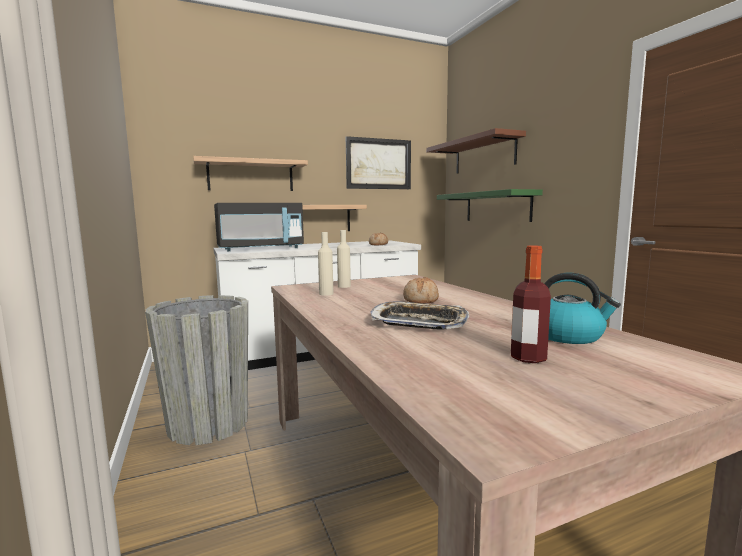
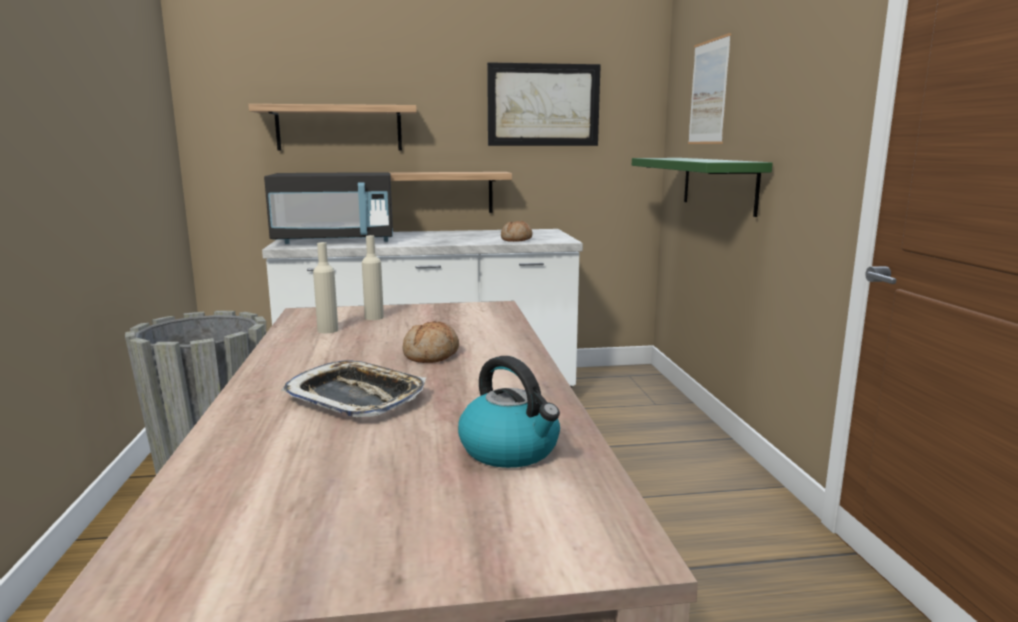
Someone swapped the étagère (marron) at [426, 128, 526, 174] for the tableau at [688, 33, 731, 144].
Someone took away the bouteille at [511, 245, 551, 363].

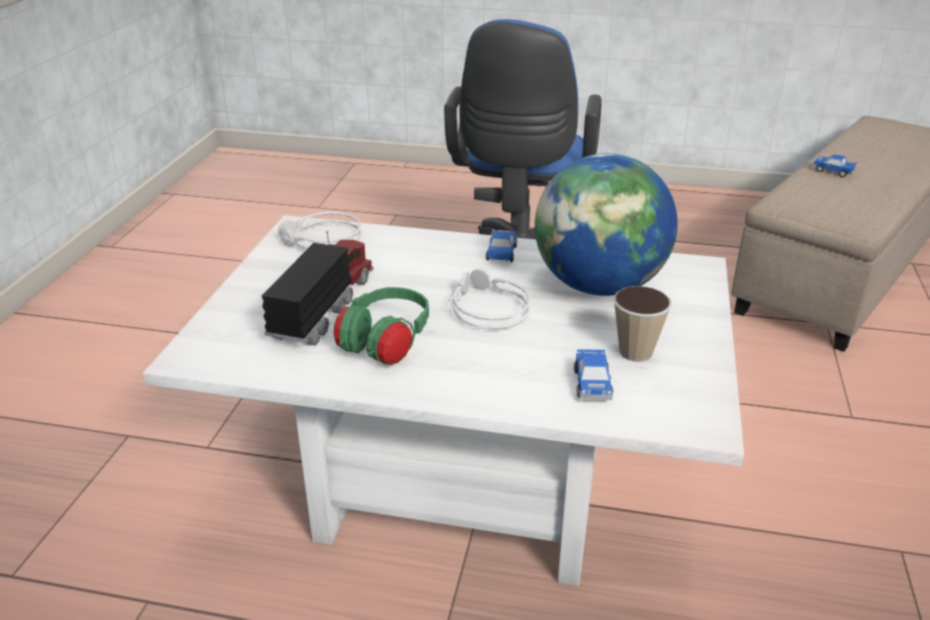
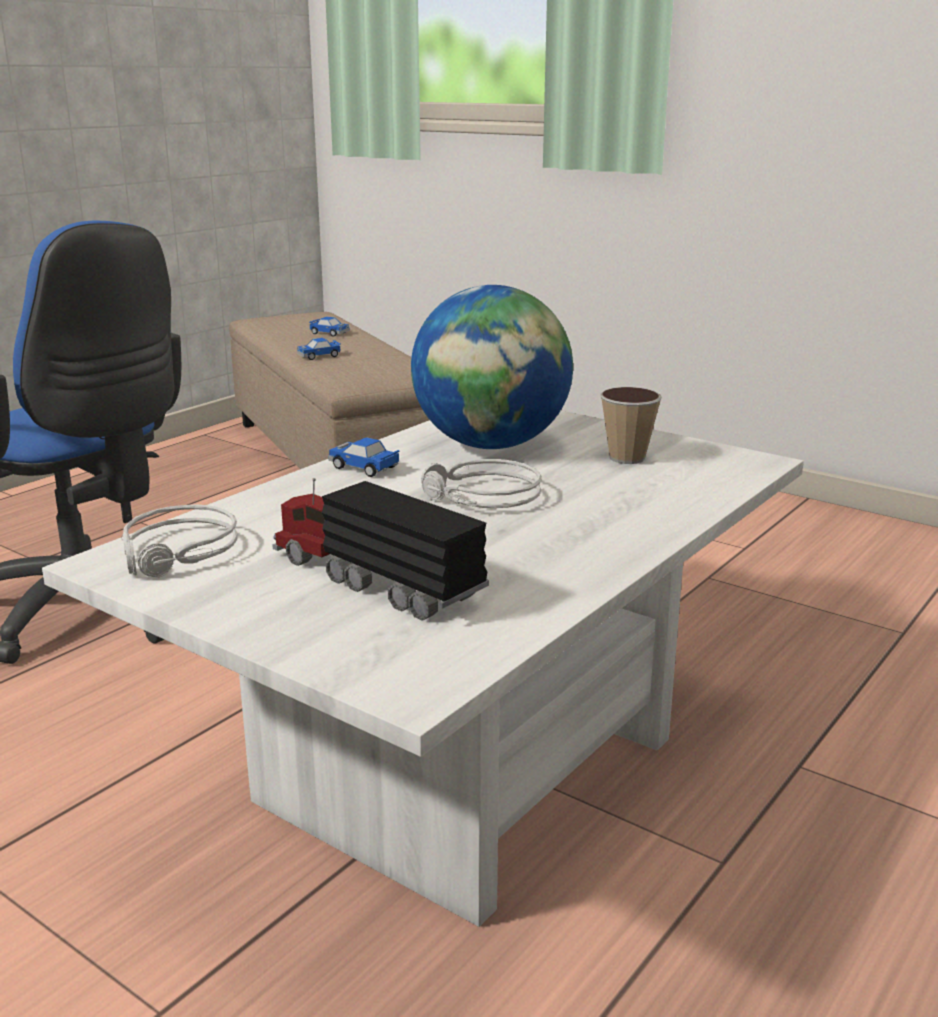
Someone carried the petite voiture from [574, 349, 613, 400] to [309, 317, 350, 337].
Someone took away the casque audio (vert) at [334, 287, 429, 365].

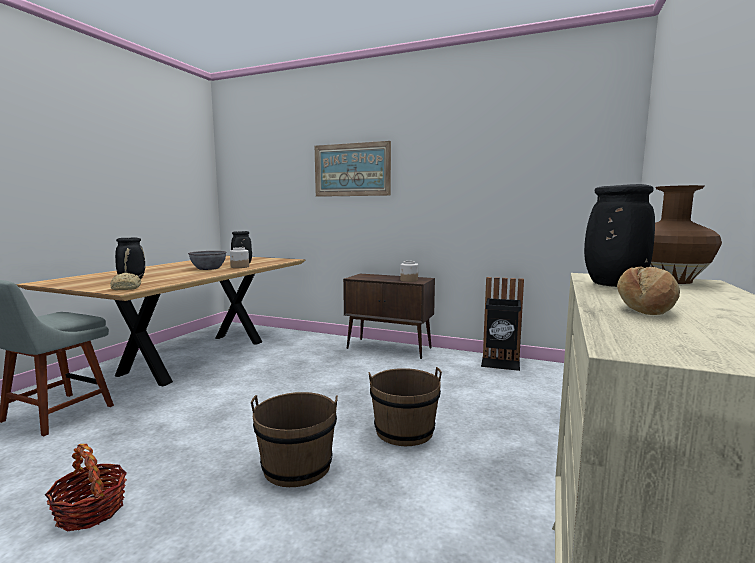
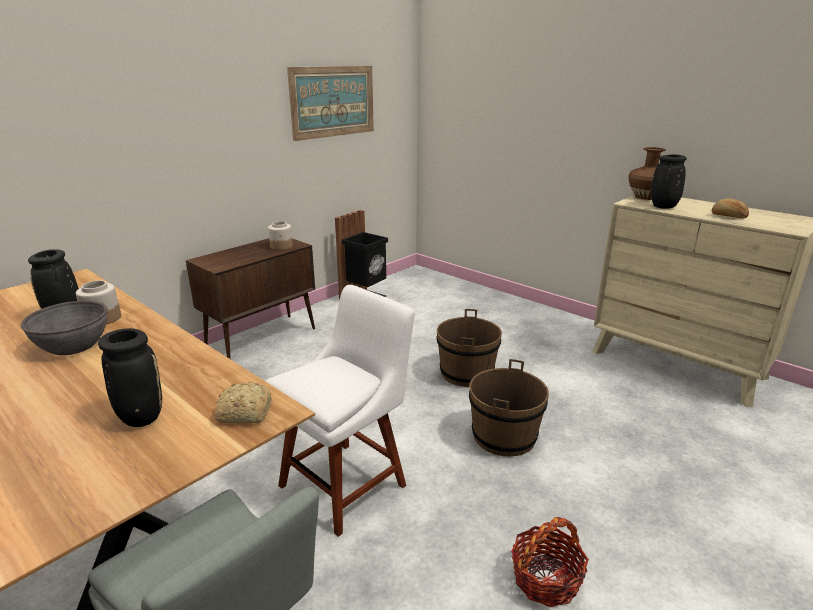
Someone put down the chaise (blanc) at [266, 285, 415, 537].
Someone carried the tableau from [315, 141, 391, 197] to [287, 66, 374, 141].

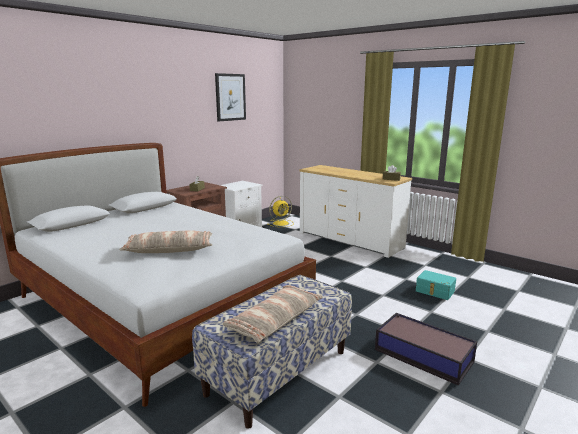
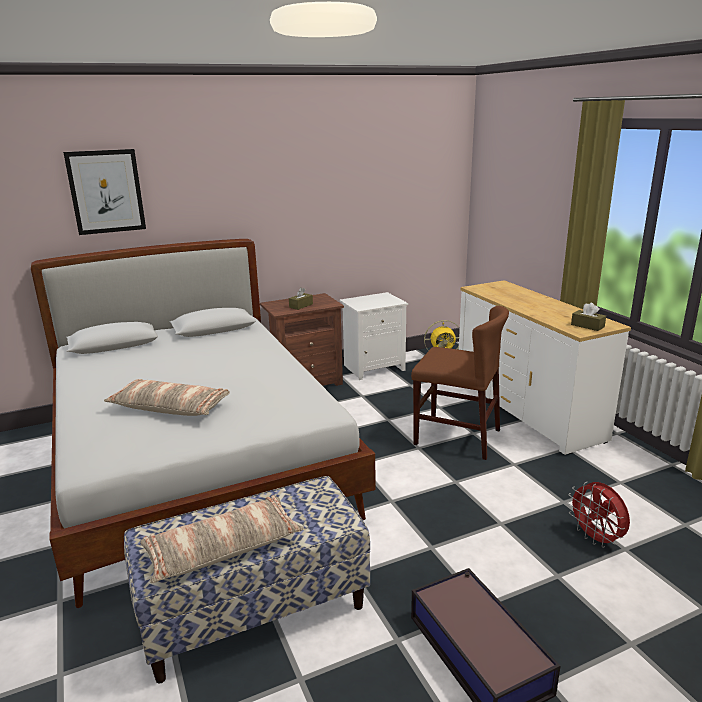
Someone carried the tableau from [215, 73, 246, 121] to [63, 149, 146, 235].
Someone put down the chaise (marron) at [411, 306, 509, 460].
Someone swapped the boîte de rangement (turquoise) at [416, 270, 456, 300] for the ventilateur (rouge) at [567, 482, 630, 548].

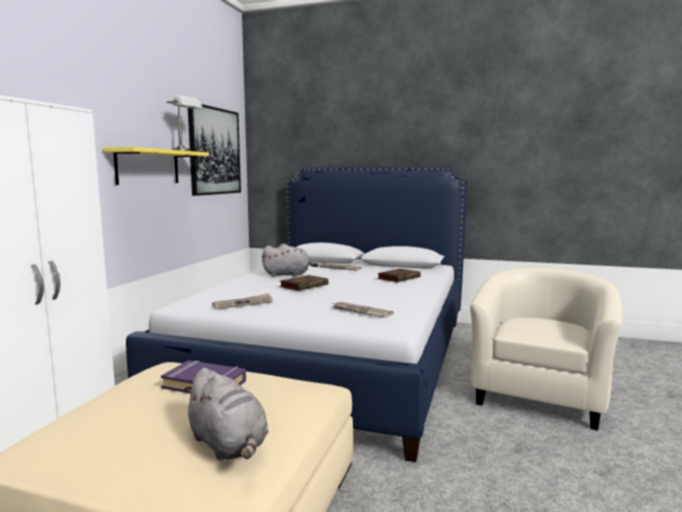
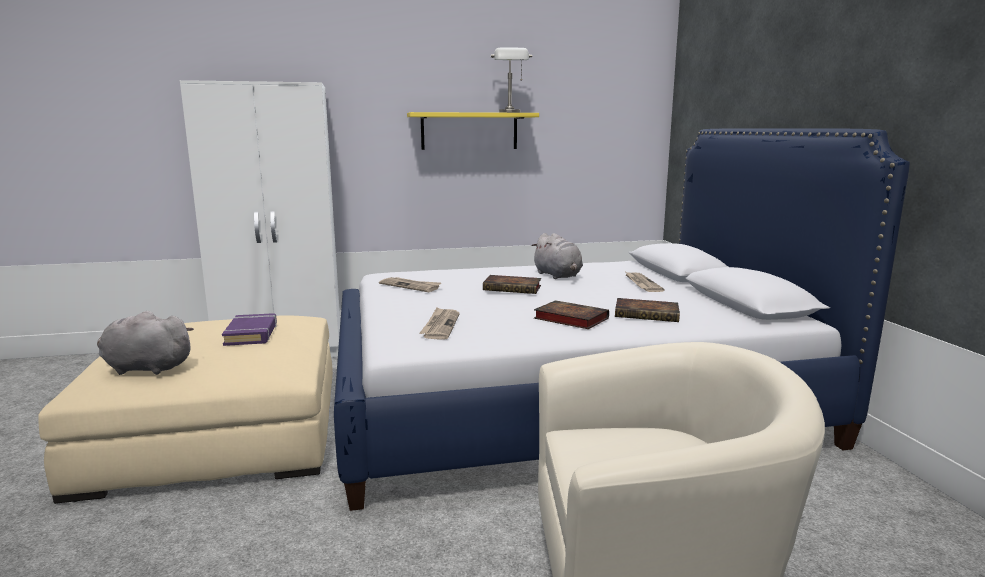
Someone rotated the peluche (gris) at [183, 368, 268, 461] by 75 degrees clockwise.
Someone put down the livre at [534, 300, 609, 329].
Someone took away the tableau at [188, 104, 241, 196].

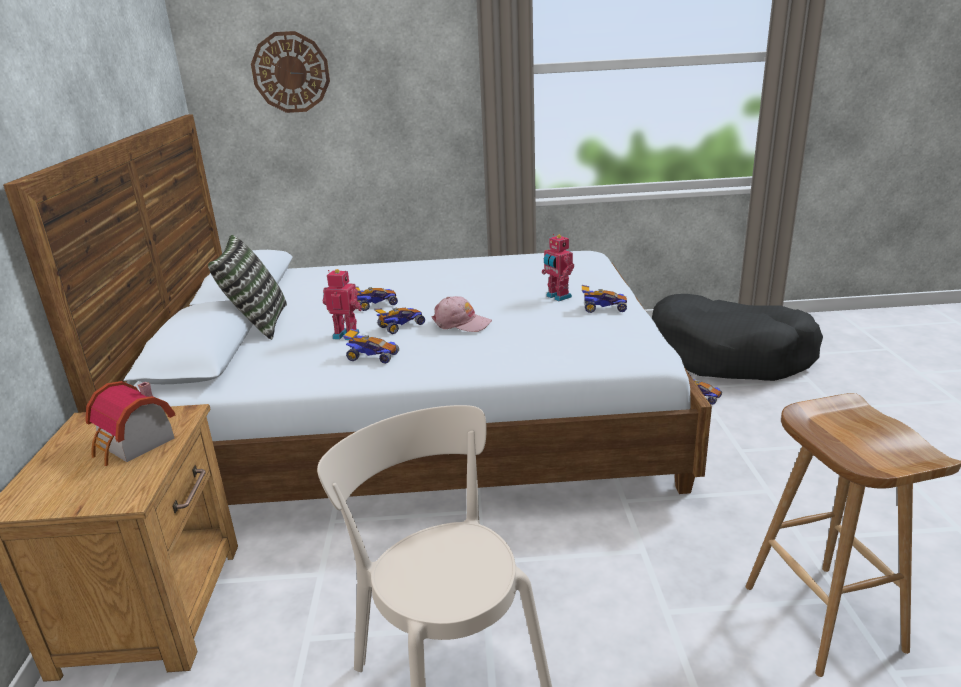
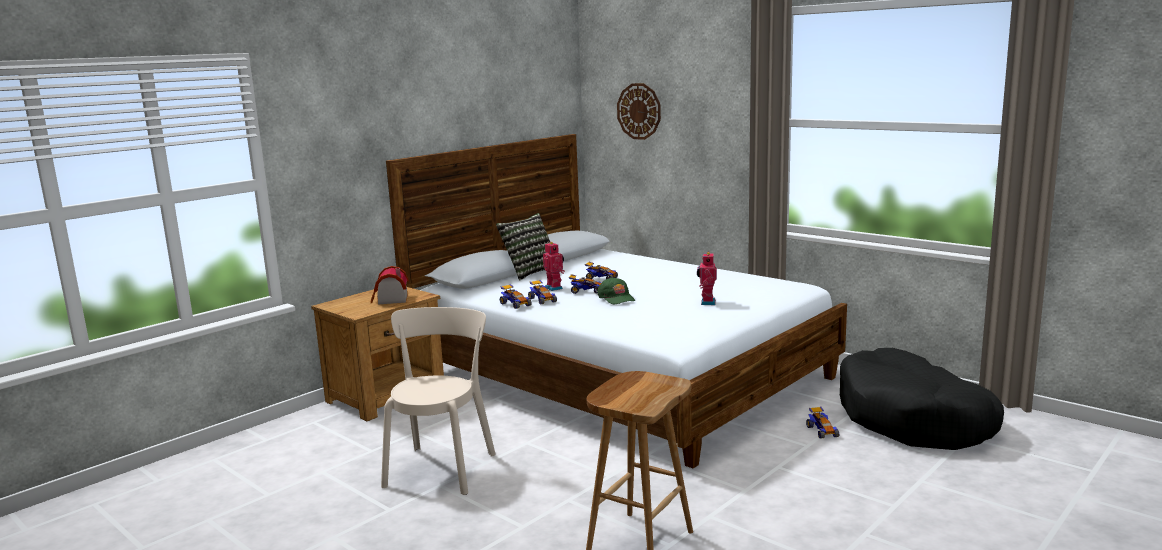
Someone carried the petite voiture from [582, 285, 627, 313] to [500, 284, 532, 309].
Someone repainted the casquette (rose) at [432, 296, 492, 332], which became the casquette (vert) at [597, 277, 635, 305].

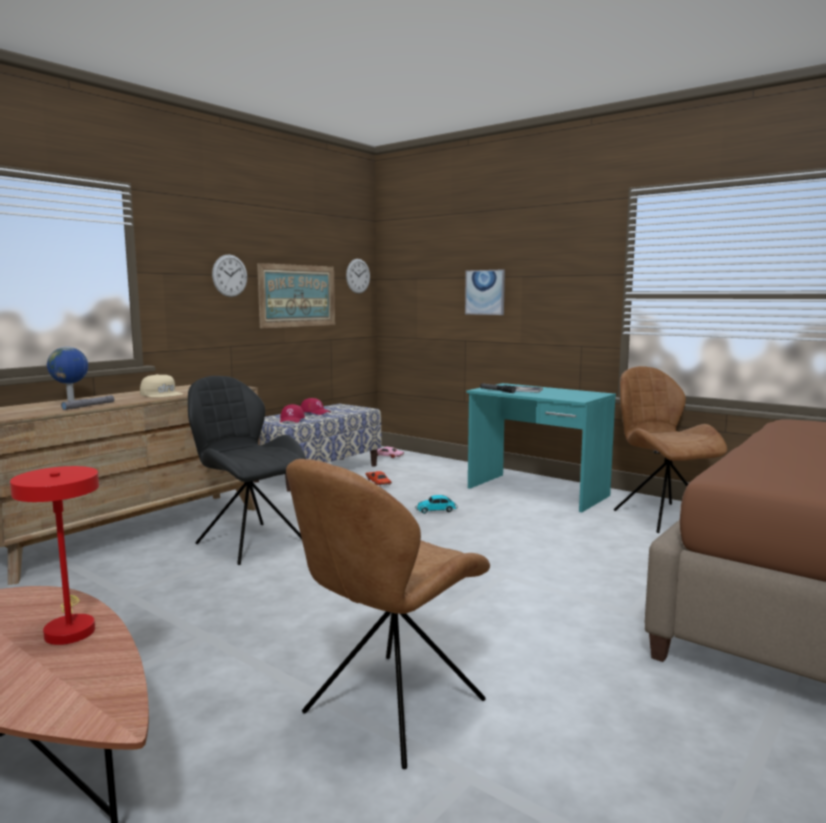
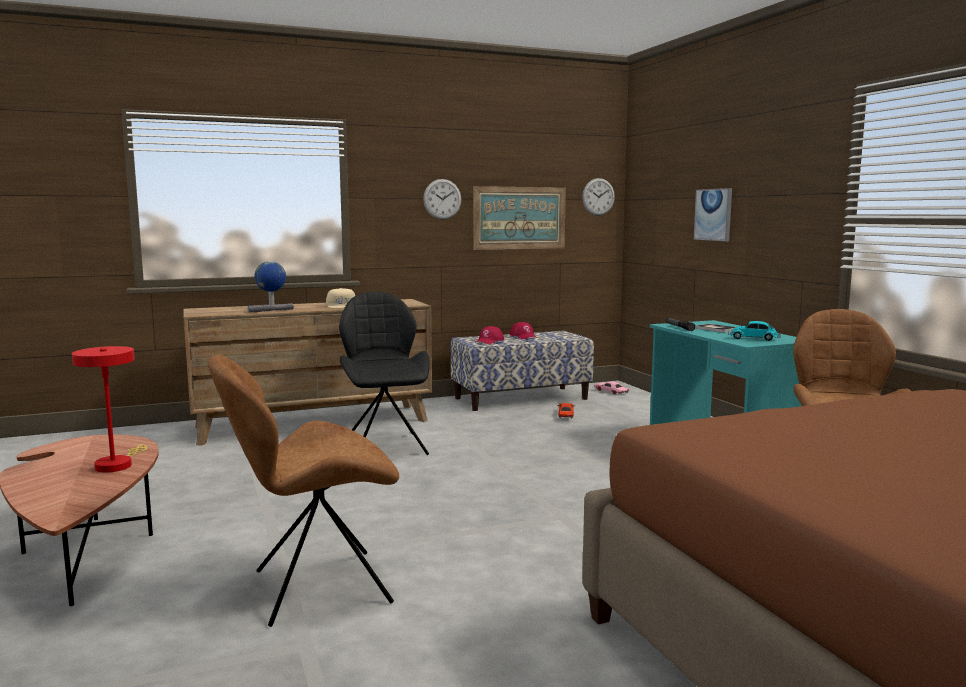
Someone carried the petite voiture from [415, 495, 458, 514] to [728, 321, 781, 341].

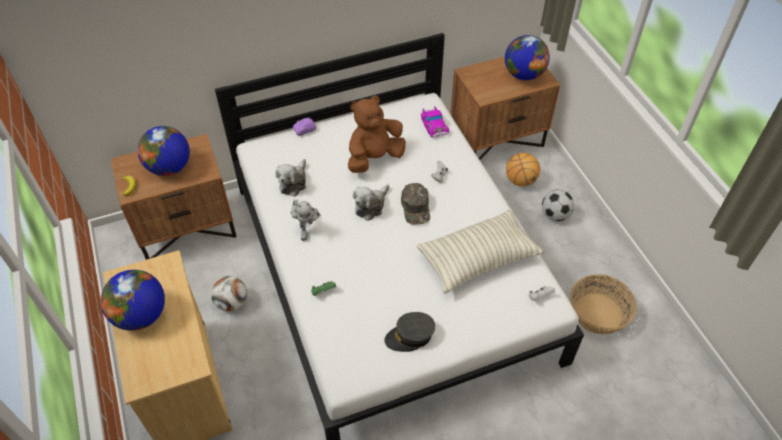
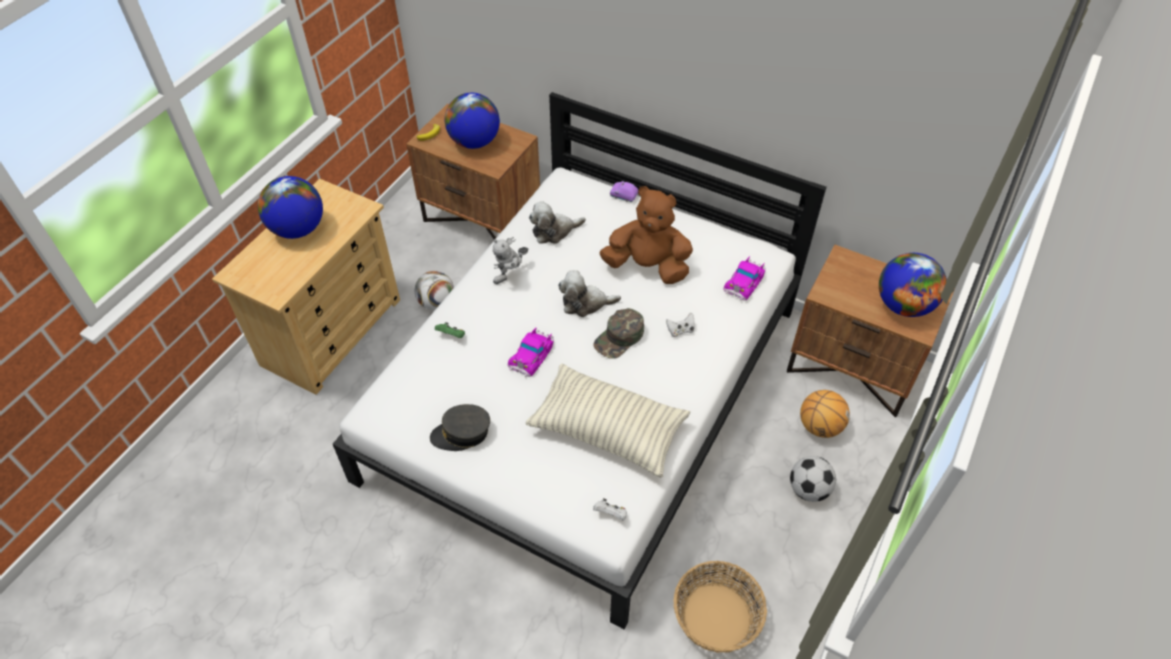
Someone rotated the casquette (gris) at [384, 312, 435, 352] by 45 degrees counterclockwise.
Someone put down the petite voiture at [508, 327, 554, 377].

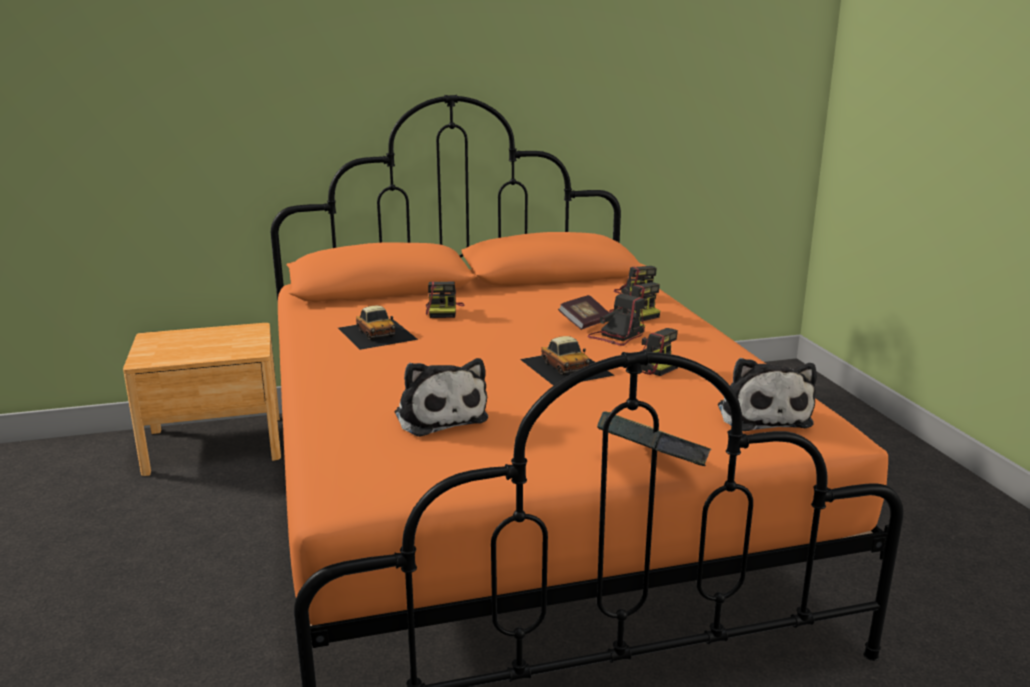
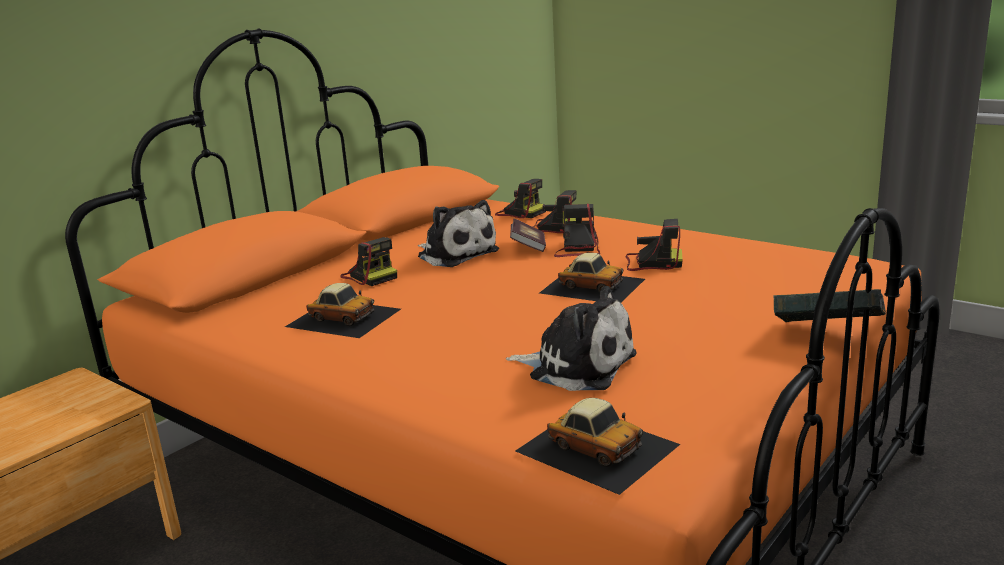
Someone carried the peluche from [718, 358, 817, 431] to [418, 200, 499, 267].
Someone put down the petite voiture at [516, 398, 680, 495].

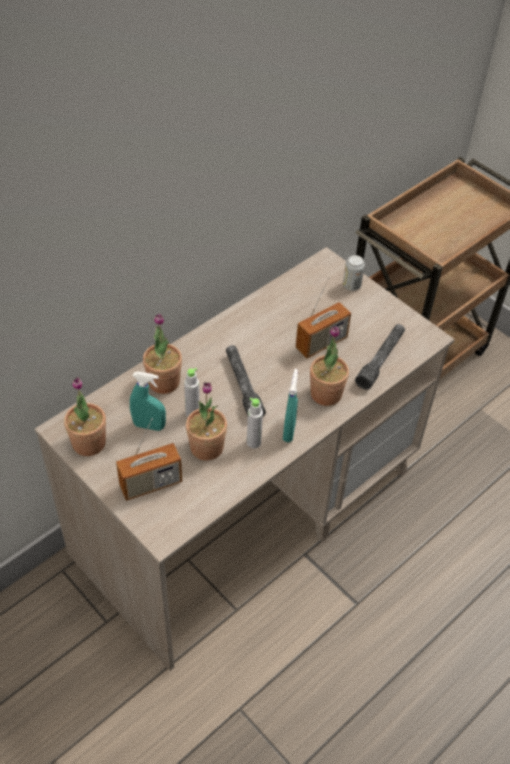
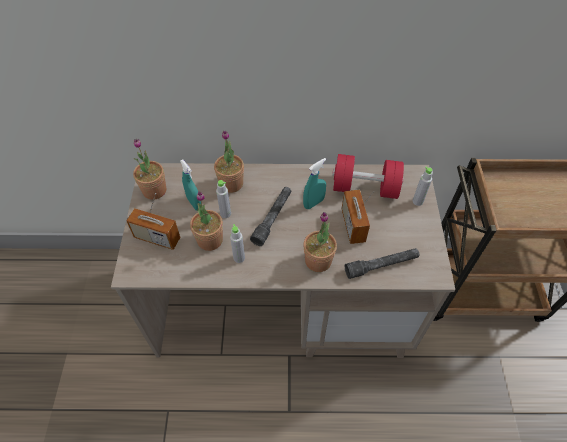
Someone carried the vaporisateur (turquoise) from [283, 369, 298, 442] to [303, 158, 326, 209].
Someone put down the haltère (rouge) at [332, 154, 404, 199].
Someone rotated the radio at [295, 277, 351, 358] by 75 degrees clockwise.
Someone swapped the boîte métallique at [343, 255, 365, 291] for the bouteille (gris) at [413, 167, 433, 206].

